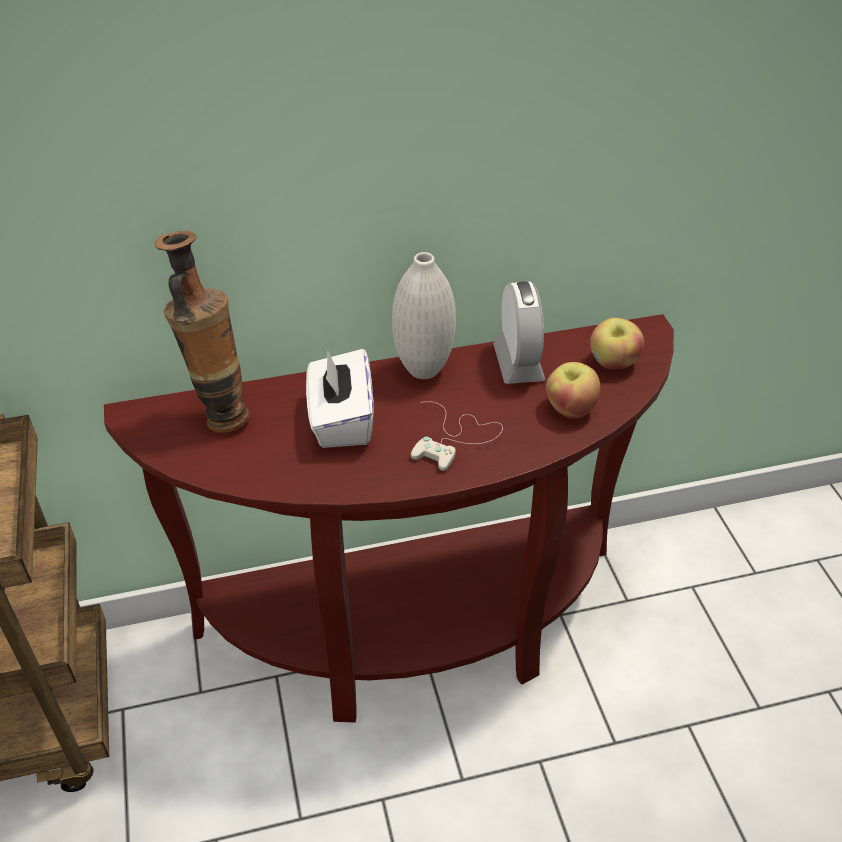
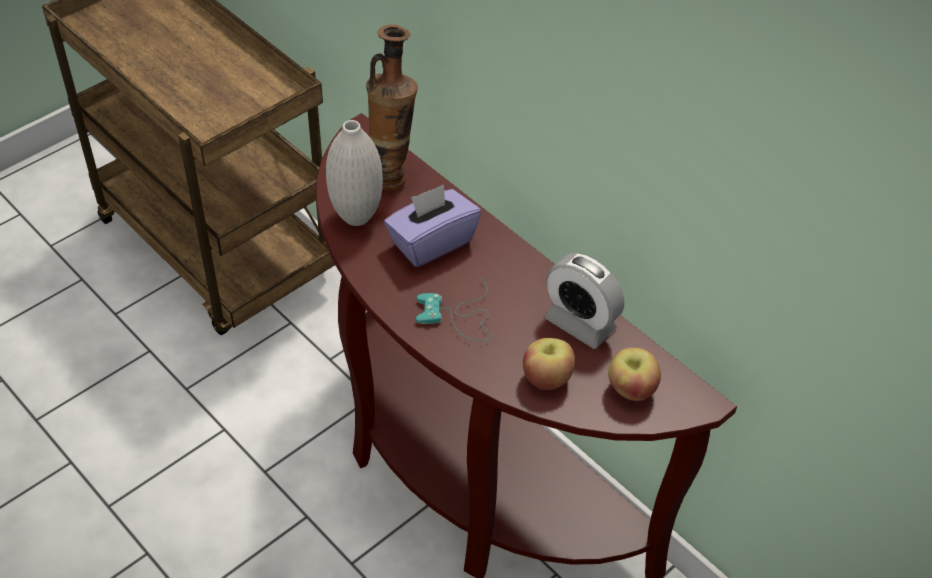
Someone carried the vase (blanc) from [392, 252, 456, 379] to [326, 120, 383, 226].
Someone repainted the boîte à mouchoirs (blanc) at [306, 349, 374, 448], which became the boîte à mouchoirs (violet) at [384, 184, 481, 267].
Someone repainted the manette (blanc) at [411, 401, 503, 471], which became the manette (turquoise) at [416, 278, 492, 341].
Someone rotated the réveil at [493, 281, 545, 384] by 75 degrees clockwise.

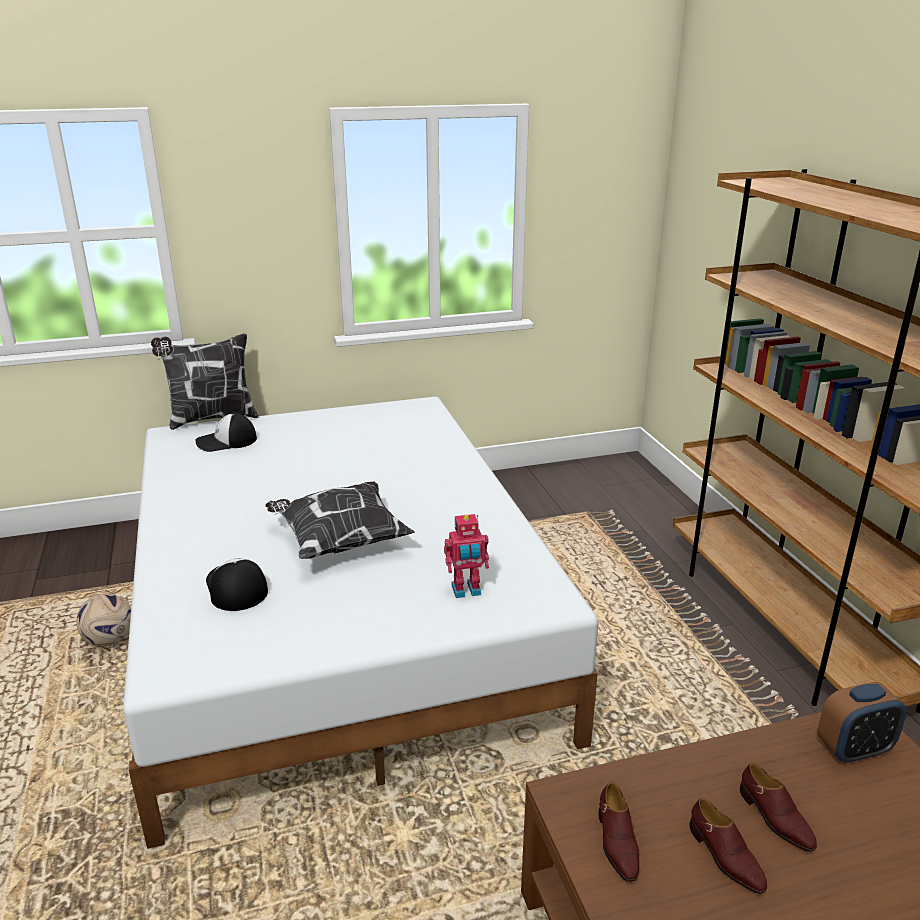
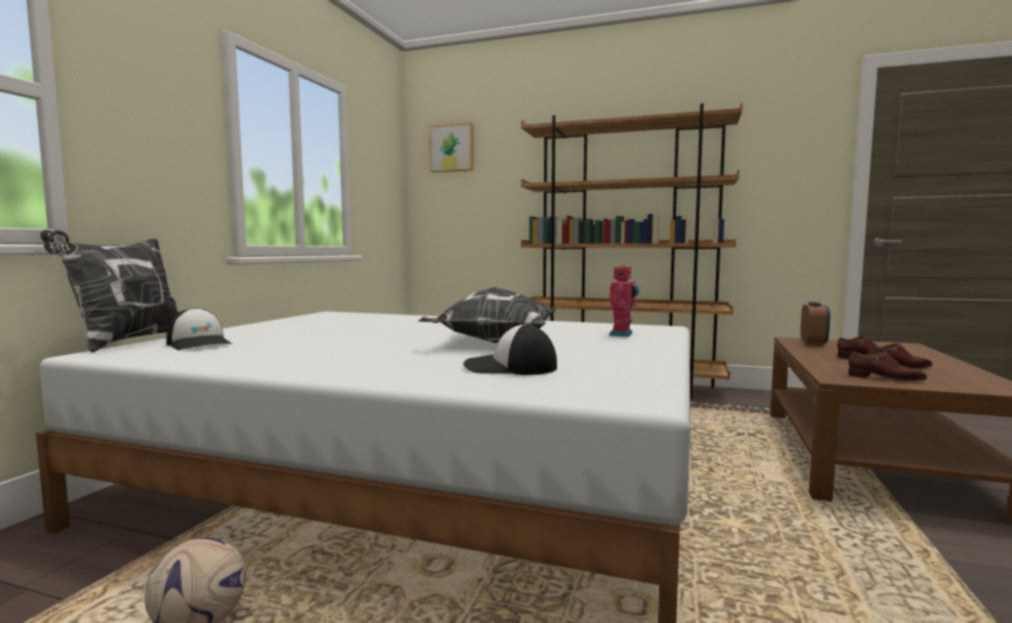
Someone rotated the casquette at [195, 413, 257, 452] by 60 degrees counterclockwise.
Someone put up the tableau at [429, 122, 473, 172].

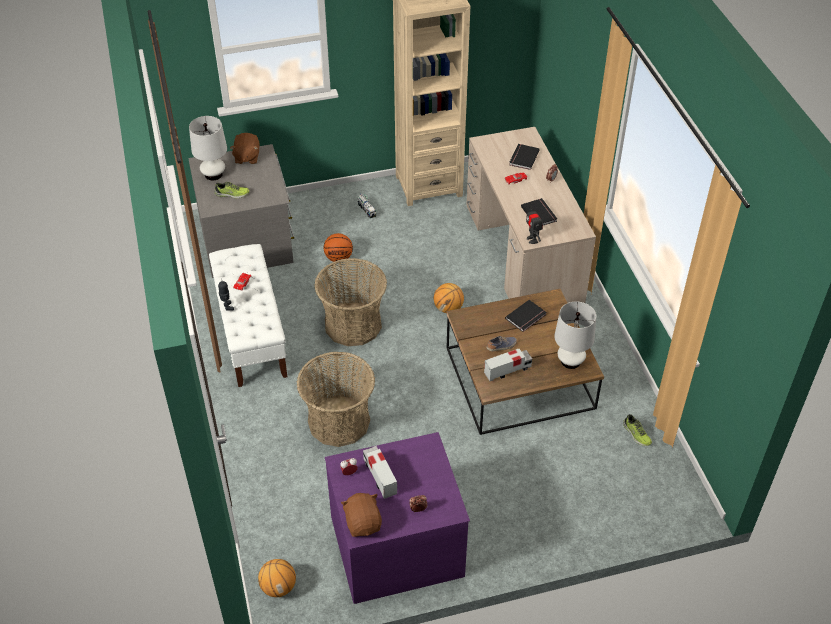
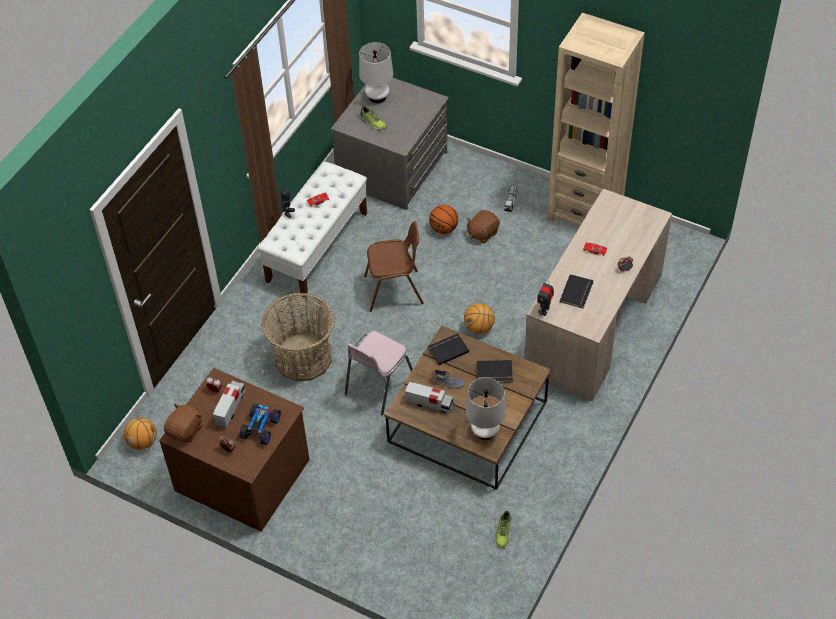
Someone repainted the commode (violet) at [325, 432, 470, 604], which became the commode (marron) at [159, 368, 310, 532].
Someone put down the petite voiture at [239, 404, 281, 445].
Someone put down the chaise (rose) at [345, 331, 413, 415].
Someone swapped the panier at [314, 258, 387, 346] for the chaise (marron) at [364, 221, 424, 312].
Someone carried the livre (noir) from [509, 144, 540, 170] to [428, 333, 469, 365].
Someone carried the peluche (marron) from [230, 133, 259, 164] to [467, 210, 500, 243].

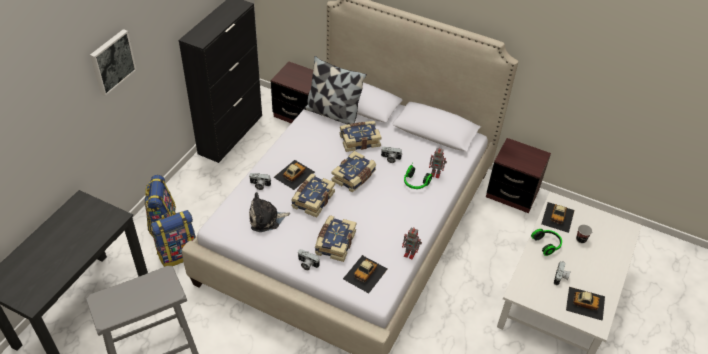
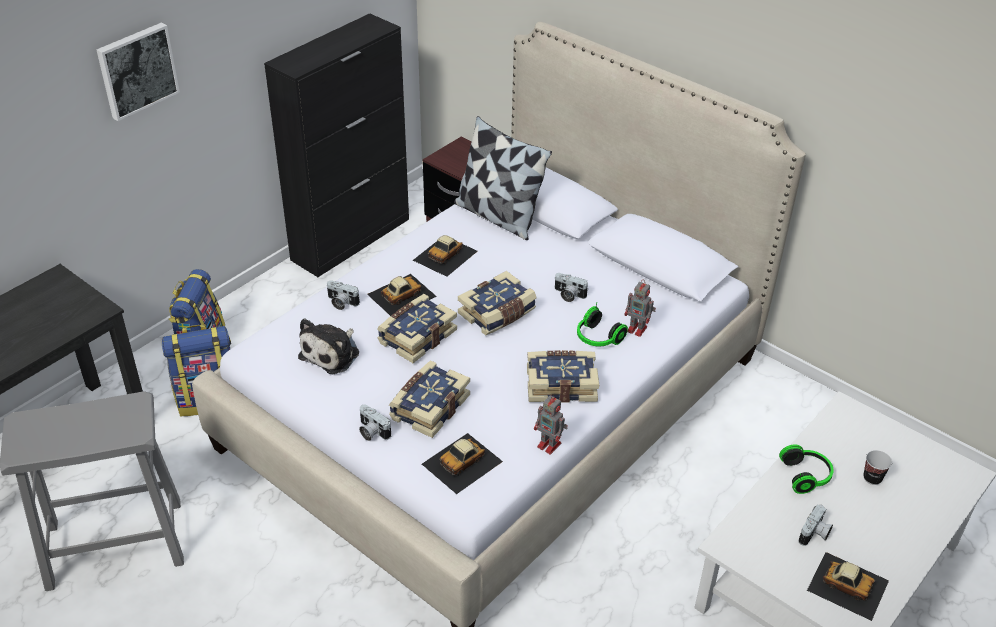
Someone rotated the peluche at [249, 192, 290, 232] by 60 degrees counterclockwise.
Someone carried the petite voiture from [541, 202, 574, 233] to [413, 235, 478, 277].
Someone carried the livre from [340, 121, 382, 152] to [527, 350, 599, 403].
Someone took away the table de chevet (marron) at [486, 138, 551, 213].

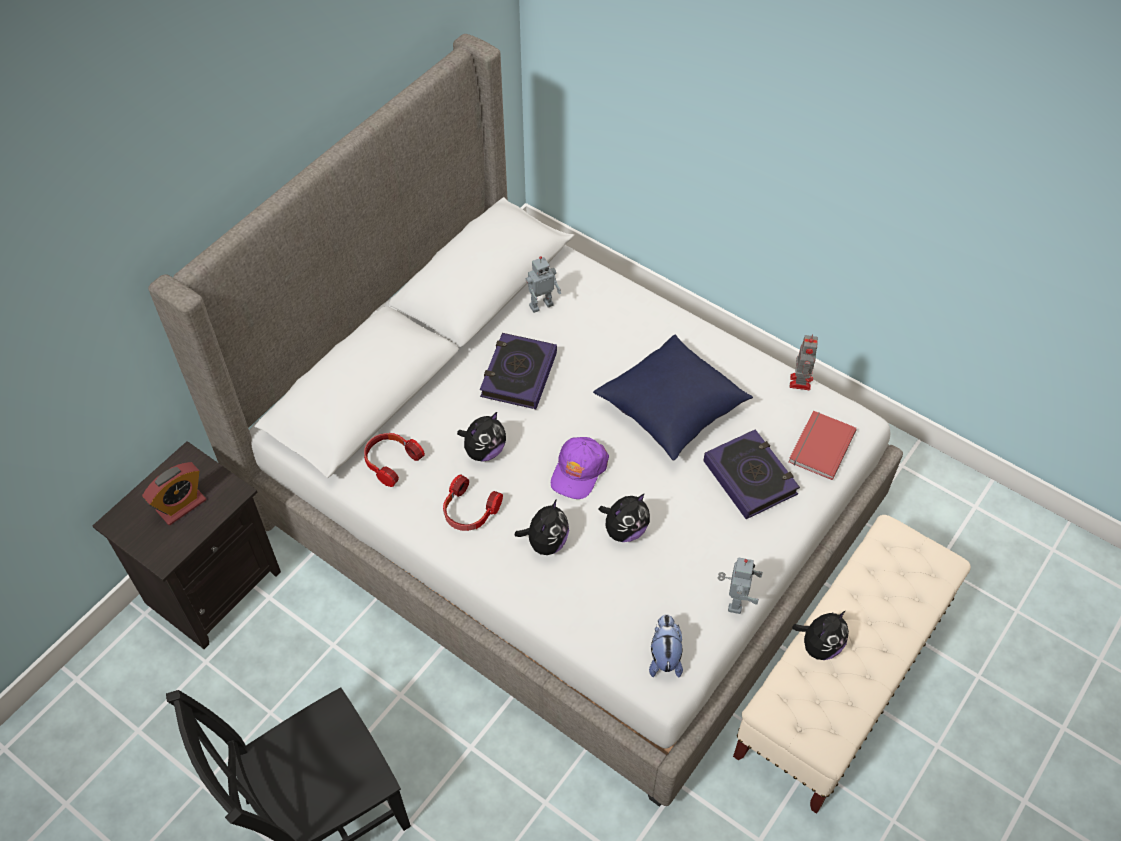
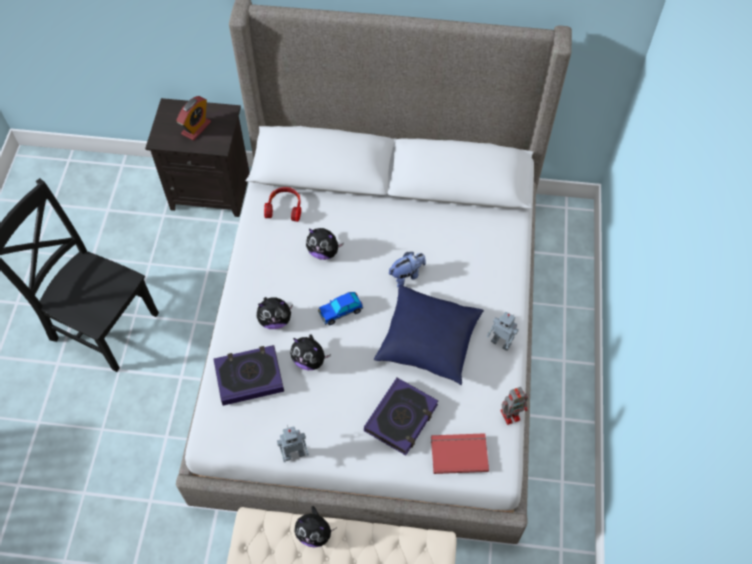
Someone rotated the réveil at [142, 462, 206, 525] by 75 degrees counterclockwise.
Someone carried the livre from [480, 333, 557, 409] to [214, 345, 284, 406].
Someone swapped the casquette (violet) at [551, 437, 609, 499] for the petite voiture at [318, 292, 363, 325].
Someone carried the peluche from [649, 614, 683, 677] to [389, 252, 426, 288].
Someone carried the robot jouet from [526, 256, 561, 313] to [487, 312, 518, 351].
Someone took away the casque audio at [443, 474, 503, 531].

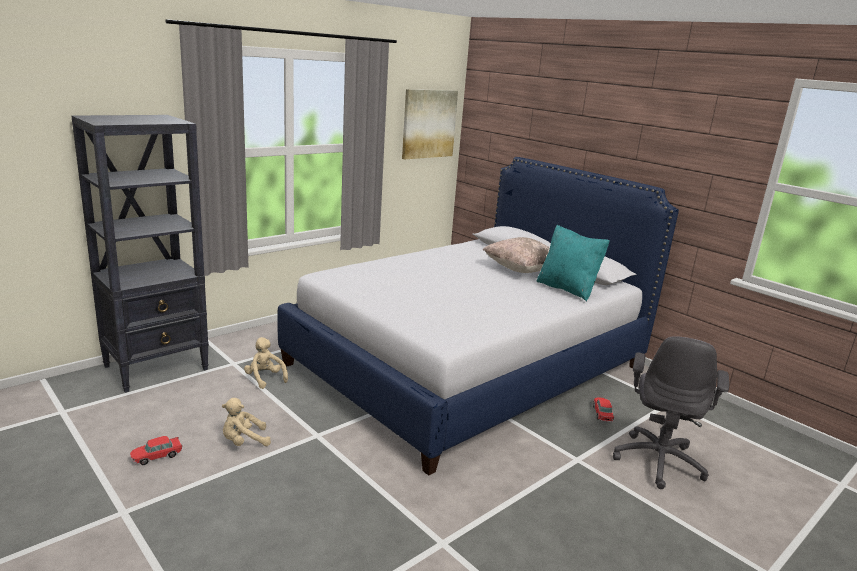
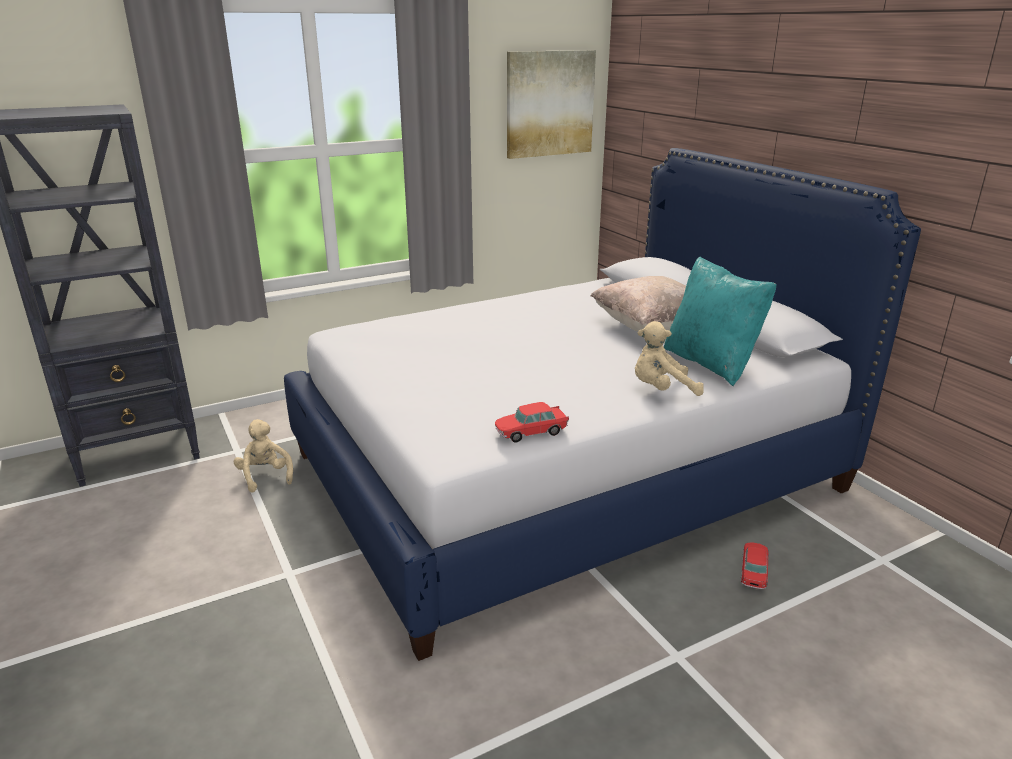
Someone carried the petite voiture from [130, 436, 182, 465] to [495, 402, 569, 443].
Someone carried the peluche (beige) from [222, 398, 271, 446] to [635, 321, 704, 396].
Someone took away the chaise de bureau (gris) at [613, 336, 729, 489].

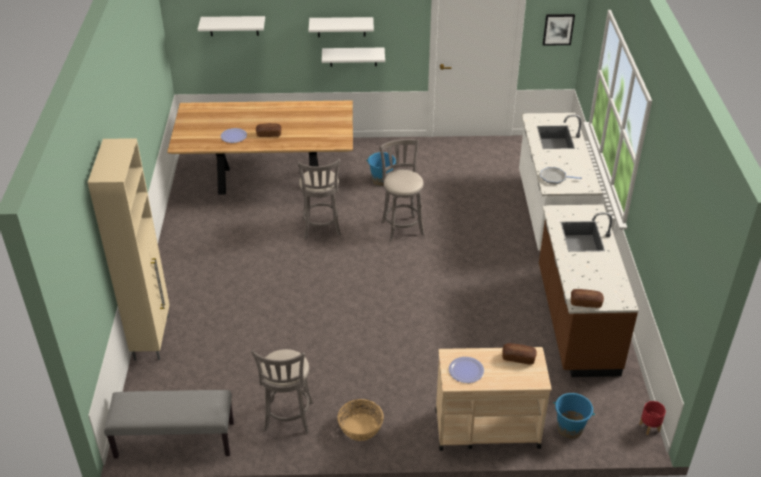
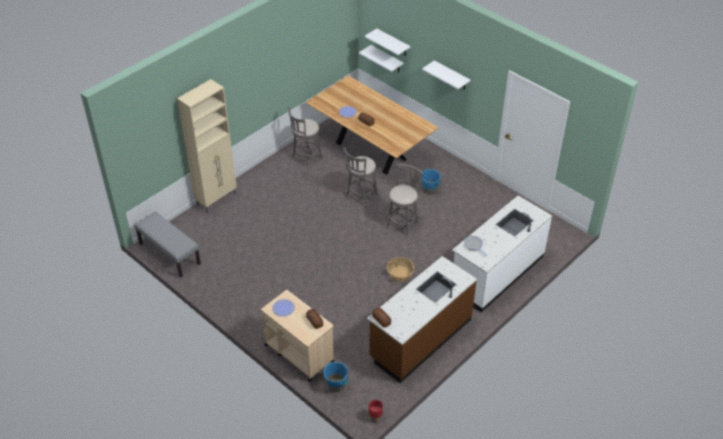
Someone carried the tabouret (gris) from [251, 349, 313, 434] to [287, 107, 323, 168].
Someone carried the étagère (blanc) from [321, 48, 385, 67] to [359, 45, 404, 72].
Someone carried the panier from [337, 399, 384, 441] to [387, 257, 414, 282].
Someone took away the tableau at [543, 14, 575, 46].

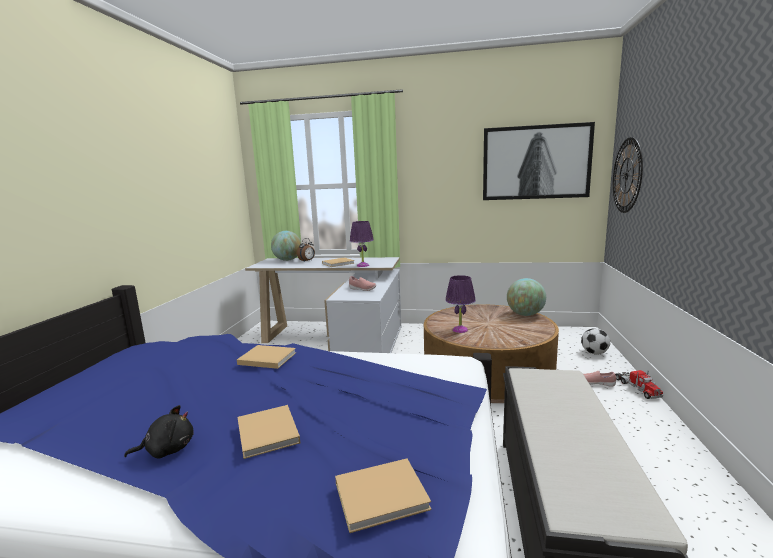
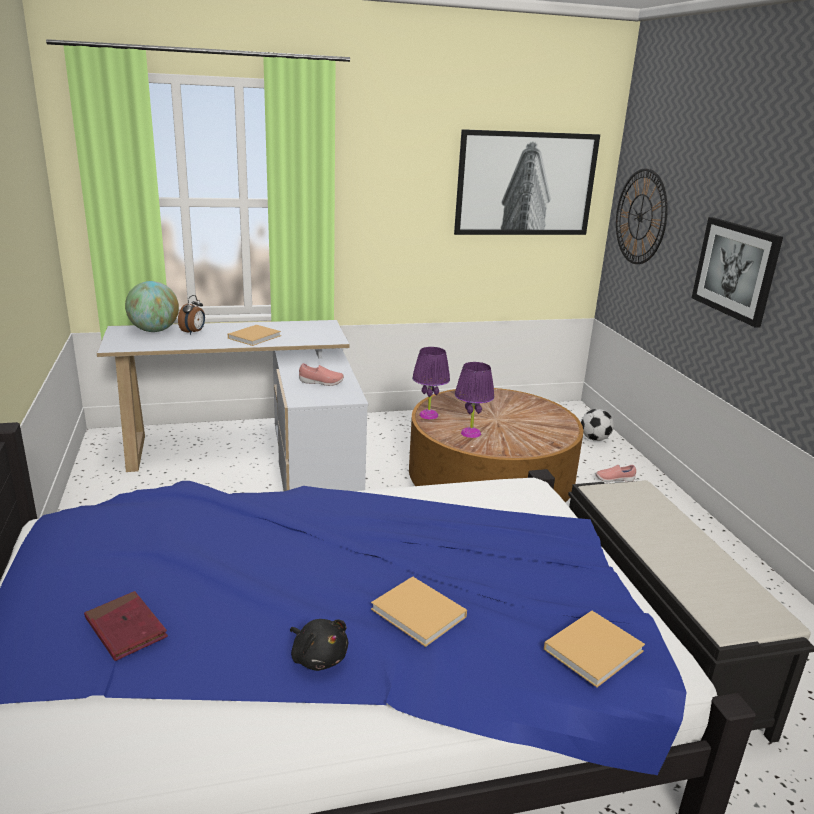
Someone put down the livre (rouge) at [84, 591, 168, 661].
Someone rotated the peluche (noir) at [124, 405, 194, 459] by 90 degrees clockwise.
Someone carried the lampe de table (violet) from [350, 221, 374, 267] to [412, 347, 450, 419].
Someone put up the tableau at [692, 217, 783, 328].
Someone took away the livre (beige) at [237, 345, 296, 369].
Someone took away the globe at [507, 278, 546, 316].
Someone took away the camion jouet at [615, 370, 663, 399].

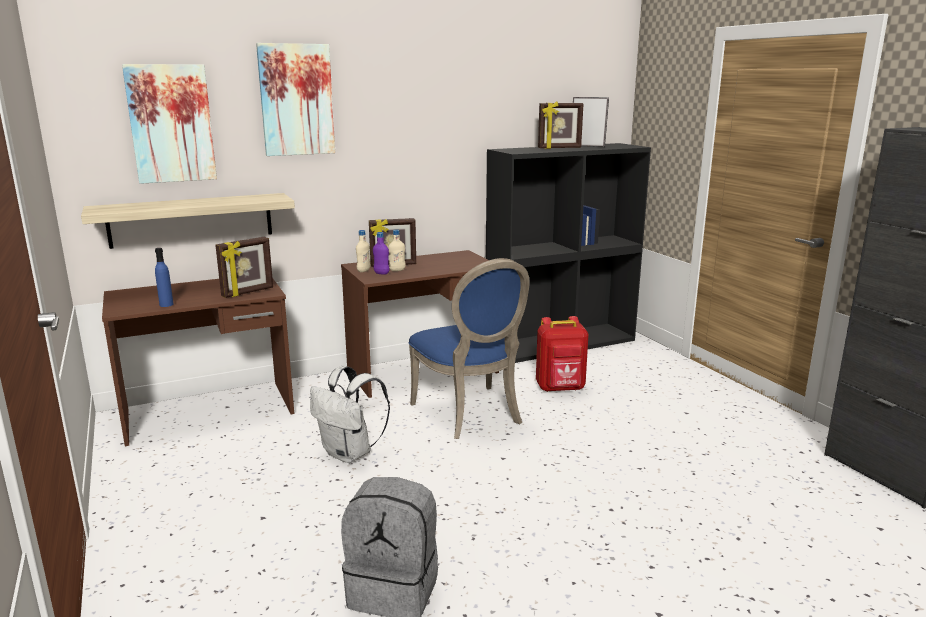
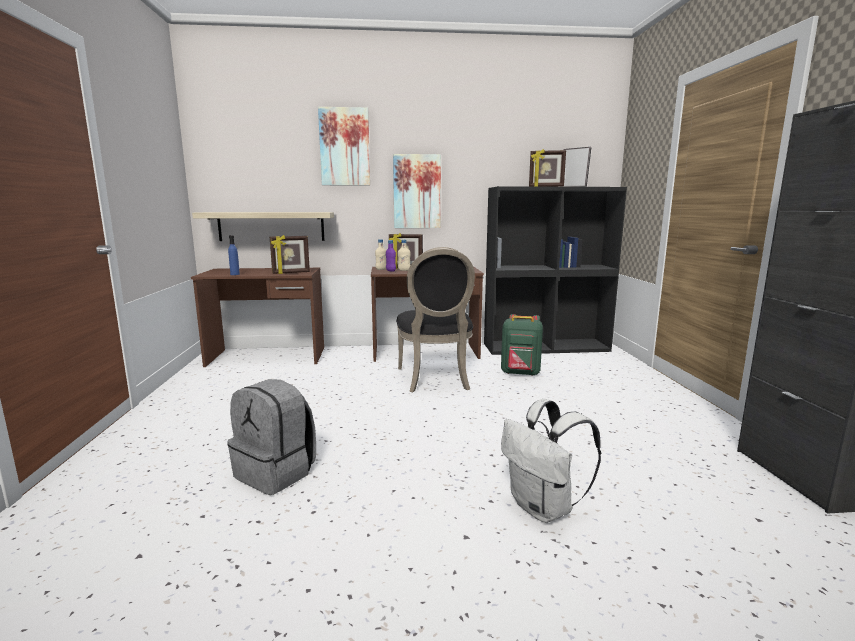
Someone carried the tableau from [122, 64, 217, 184] to [393, 154, 441, 228].
Someone repainted the chaise (bleu) at [408, 258, 530, 439], which became the chaise (noir) at [396, 247, 475, 392].
Someone repainted the sac à dos (rouge) at [536, 316, 589, 392], which became the sac à dos (vert) at [501, 314, 543, 376].
Someone carried the sac à dos (blanc) from [310, 366, 390, 463] to [501, 399, 601, 523].

